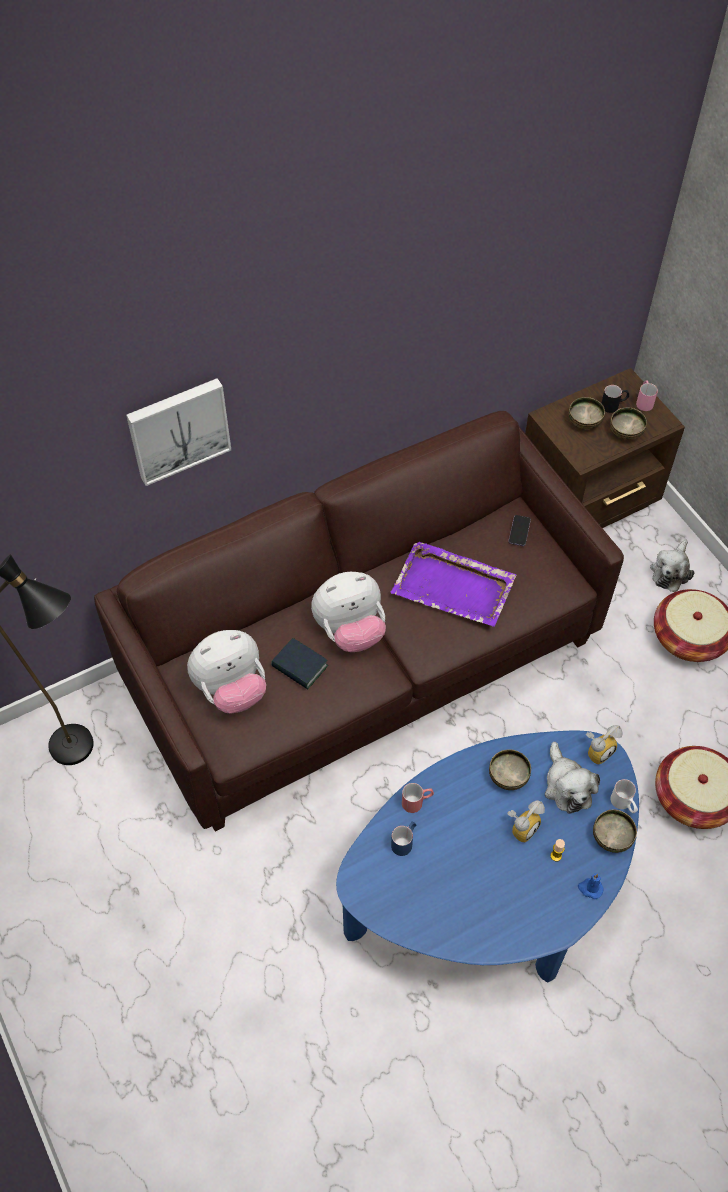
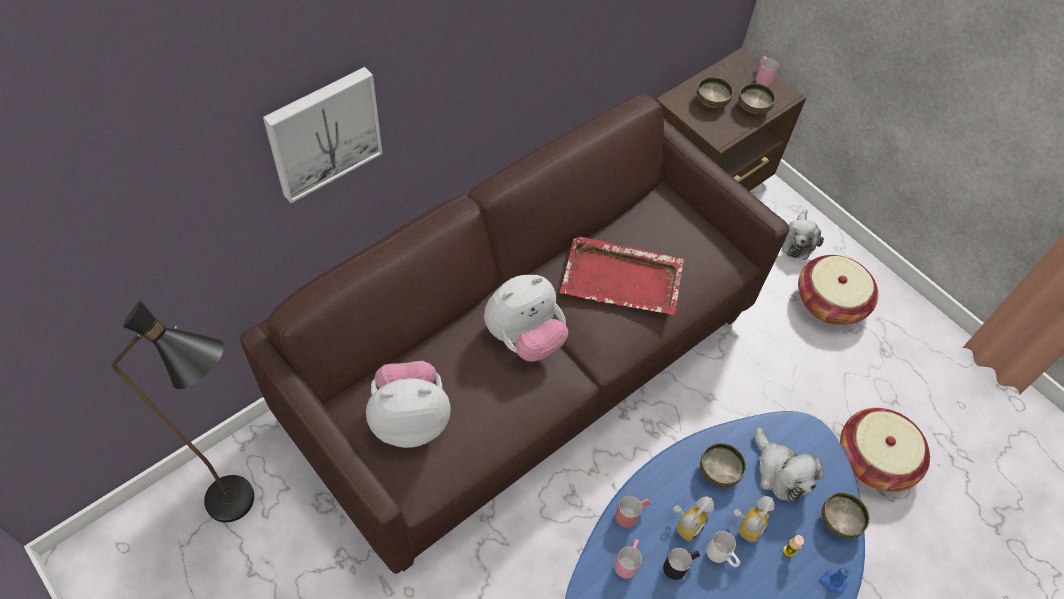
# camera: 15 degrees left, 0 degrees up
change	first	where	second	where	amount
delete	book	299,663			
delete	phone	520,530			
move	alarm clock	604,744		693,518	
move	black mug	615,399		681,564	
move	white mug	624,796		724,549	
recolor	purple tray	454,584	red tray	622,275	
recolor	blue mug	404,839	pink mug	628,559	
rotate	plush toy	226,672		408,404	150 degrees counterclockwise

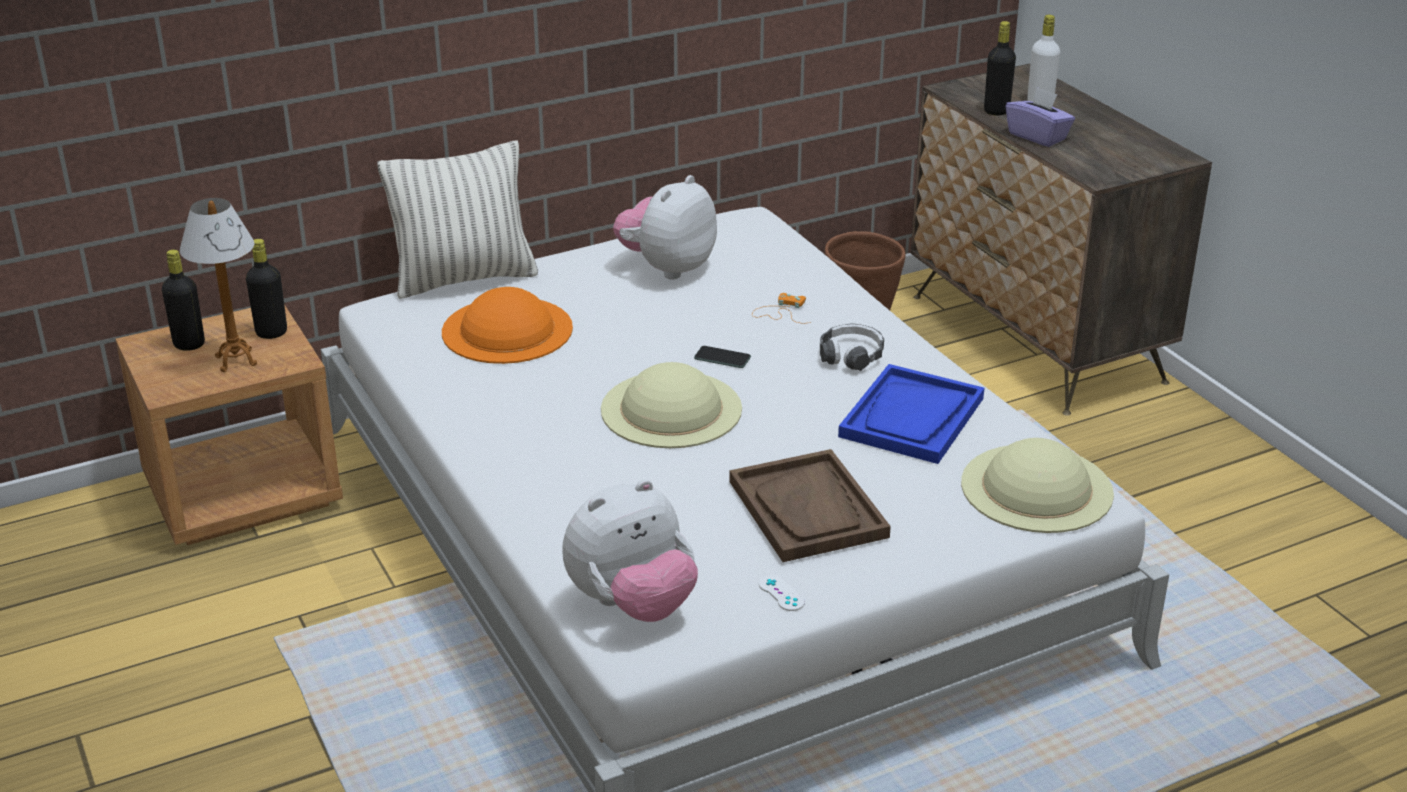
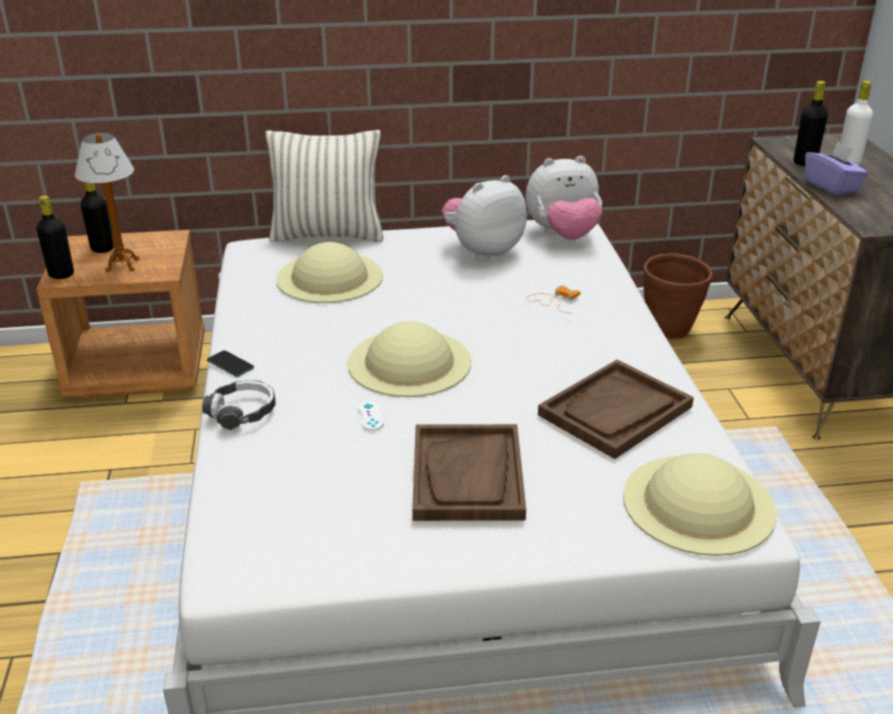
# camera: 20 degrees right, 0 degrees up
change	first	where	second	where	amount
move	black bottle	266,289		55,237	
move	plush toy	630,550		564,198	
move	phone	722,357		230,363	
move	white game controller	782,593		371,415	
move	headphones	852,347		239,405	
recolor	orange hat	507,325	beige hat	329,272	
recolor	blue tray	911,414	brown tray	616,409	

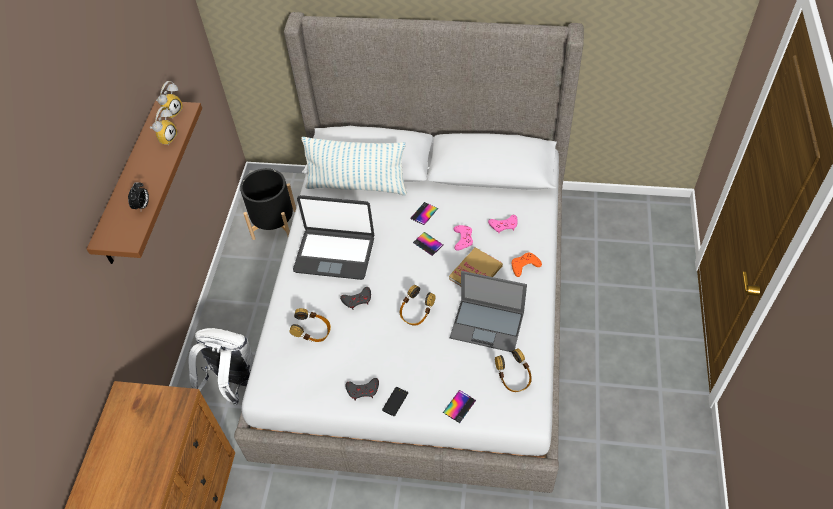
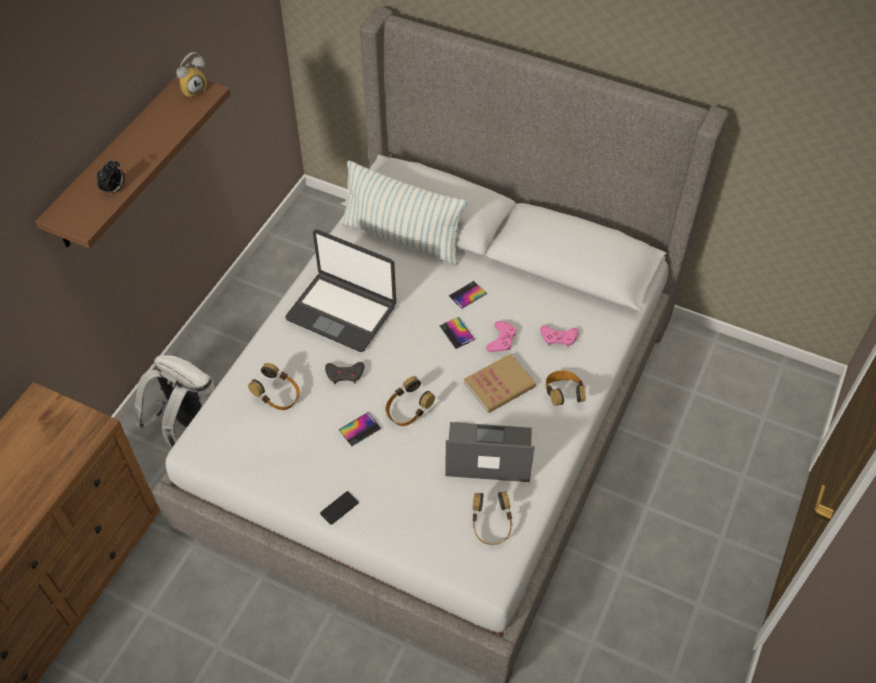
# camera: 15 degrees right, 0 degrees up
change	first	where	second	where	amount
delete	alarm clock	163,126			
delete	black planter	268,204			
delete	grey game controller	362,389			
move	phone	459,406		360,429	
replace	orange game controller	527,265	headphones	565,388	
rotate	laptop	488,311		490,452	150 degrees clockwise

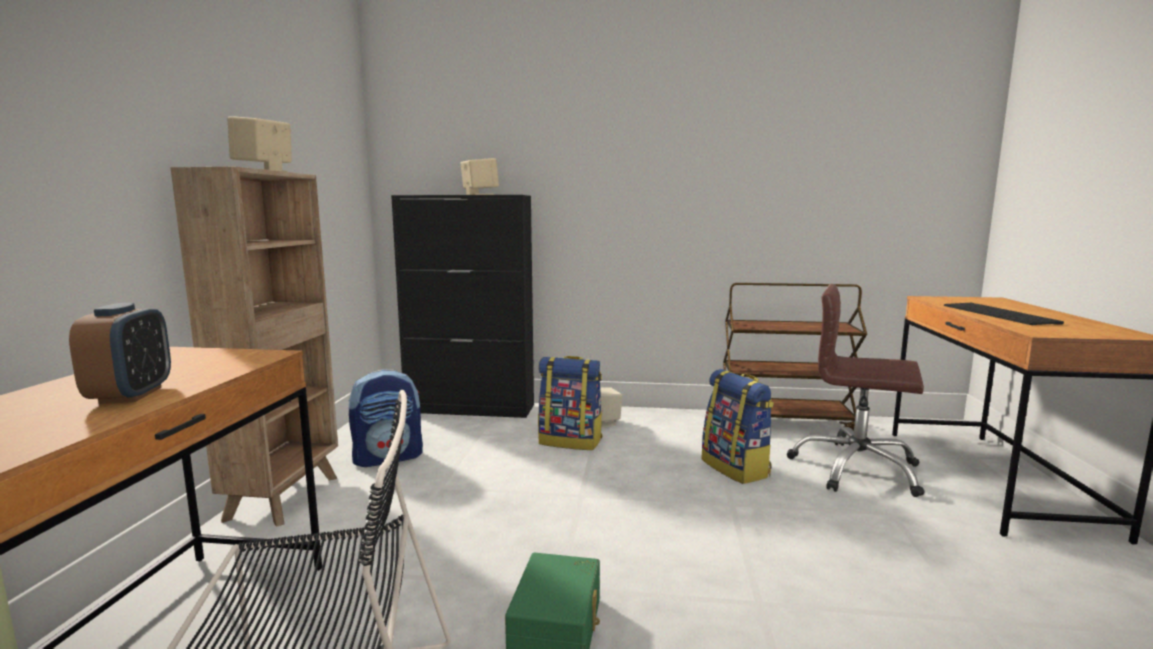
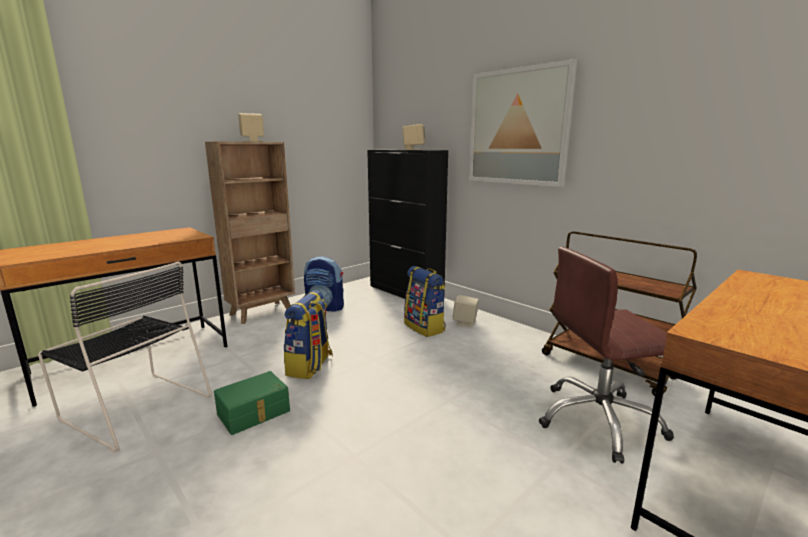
# camera: 40 degrees right, 5 degrees up
change	first	where	second	where	amount
delete	alarm clock	120,353			
delete	keyboard	1004,314			
insert			picture	523,123	
move	backpack	737,426		308,334	
rotate	brown office chair	856,390		606,355	75 degrees counterclockwise

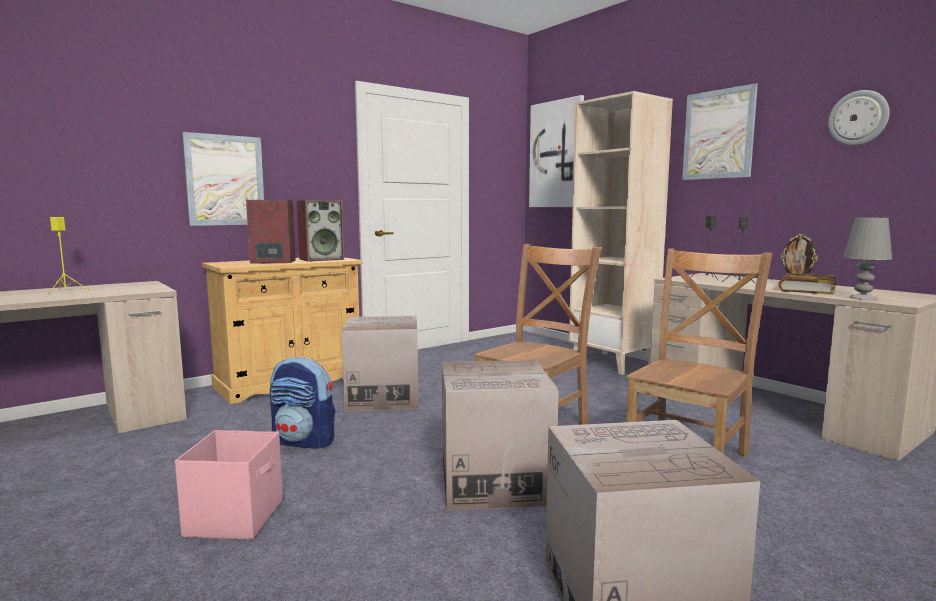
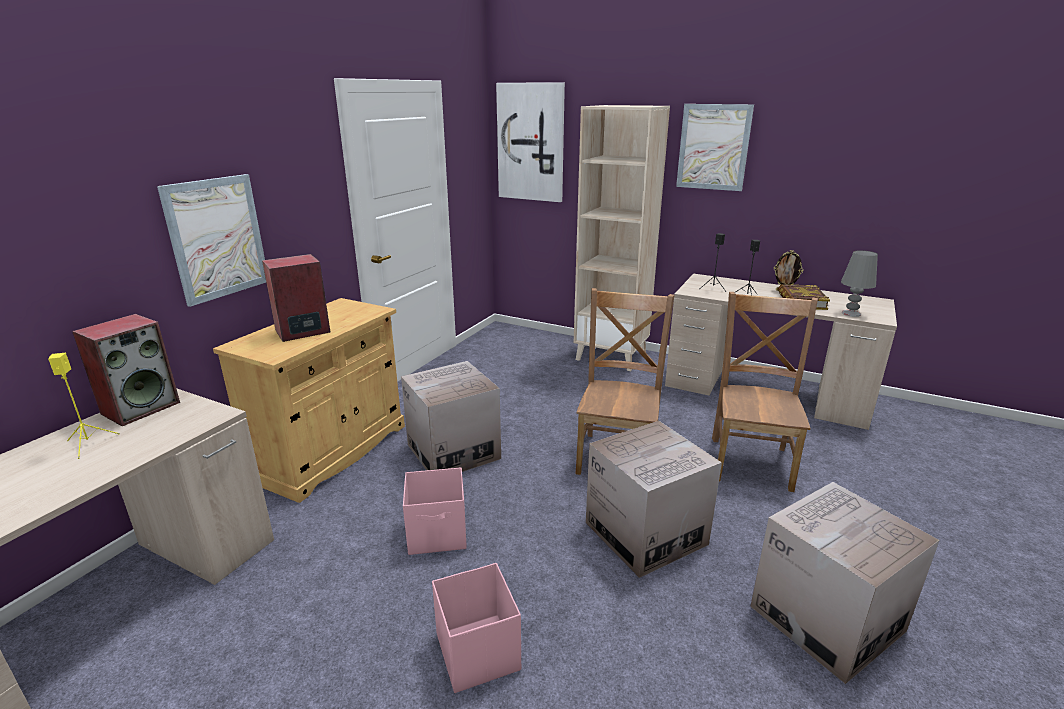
# camera: 25 degrees left, 15 degrees up
change	first	where	second	where	amount
delete	wall clock	859,118			
move	speaker	320,231		126,370	
replace	backpack	302,403	pink storage box	435,511	

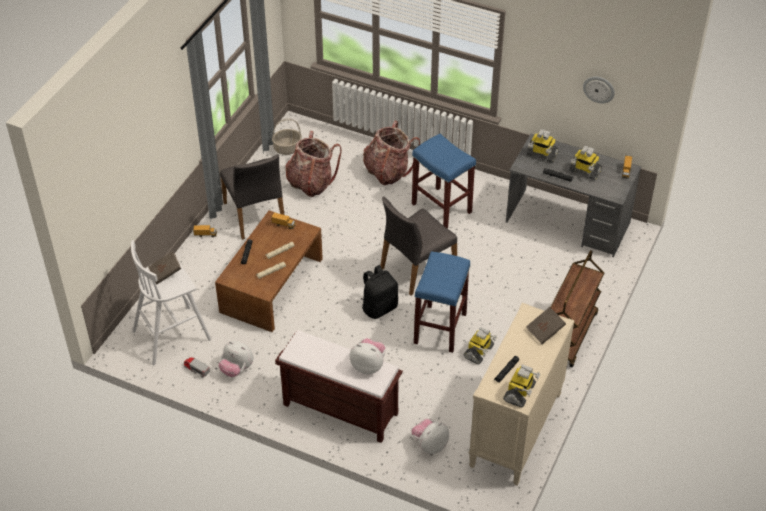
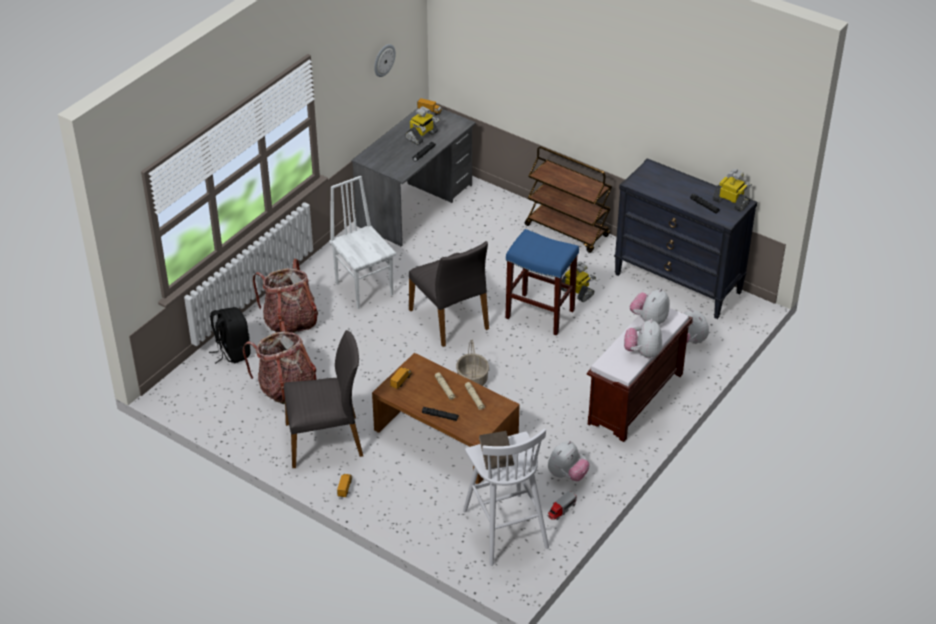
# camera: 80 degrees left, 5 degrees down
change	first	where	second	where	amount
delete	toy robot	542,146			
delete	brown book	546,325			
insert			plush toy	643,338	
move	basket	287,137		472,363	
move	black backpack	379,292		229,335	
replace	blue stool	444,181	white chair	362,242	
recolor	beige dresser	522,394	black dresser	685,238	

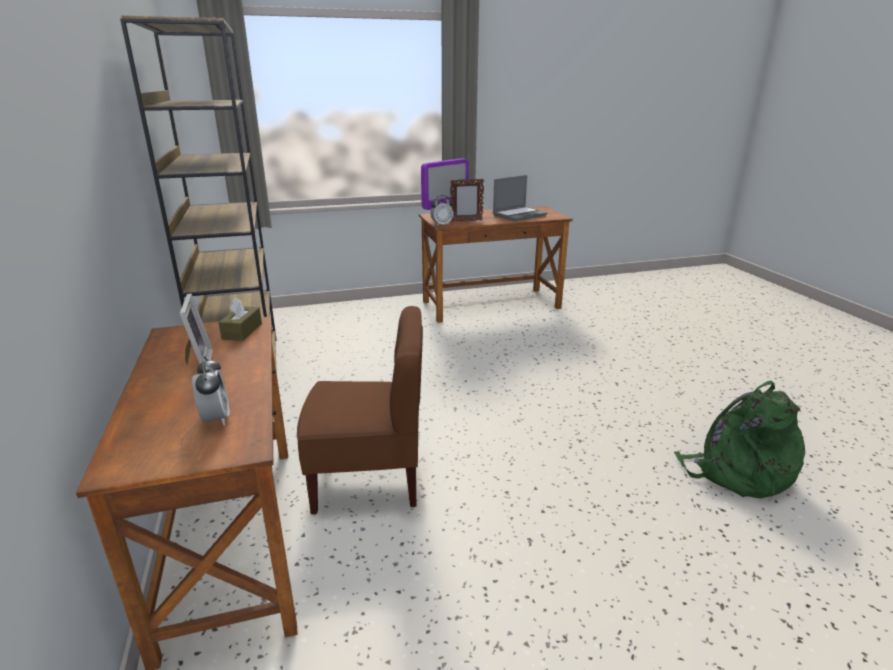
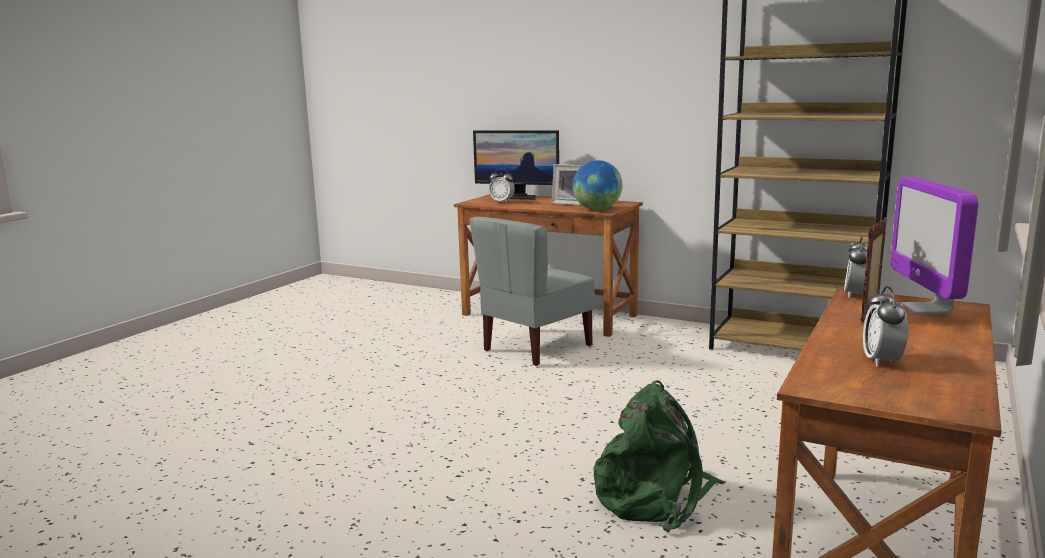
# camera: 135 degrees right, 10 degrees down
change	first	where	second	where	amount
insert			monitor	516,165	
move	green backpack	739,439		659,456	
replace	brown tissue box	240,319	globe	598,185	
replace	laptop	520,198	alarm clock	885,326	
recolor	brown chair	360,410	grey chair	532,291	

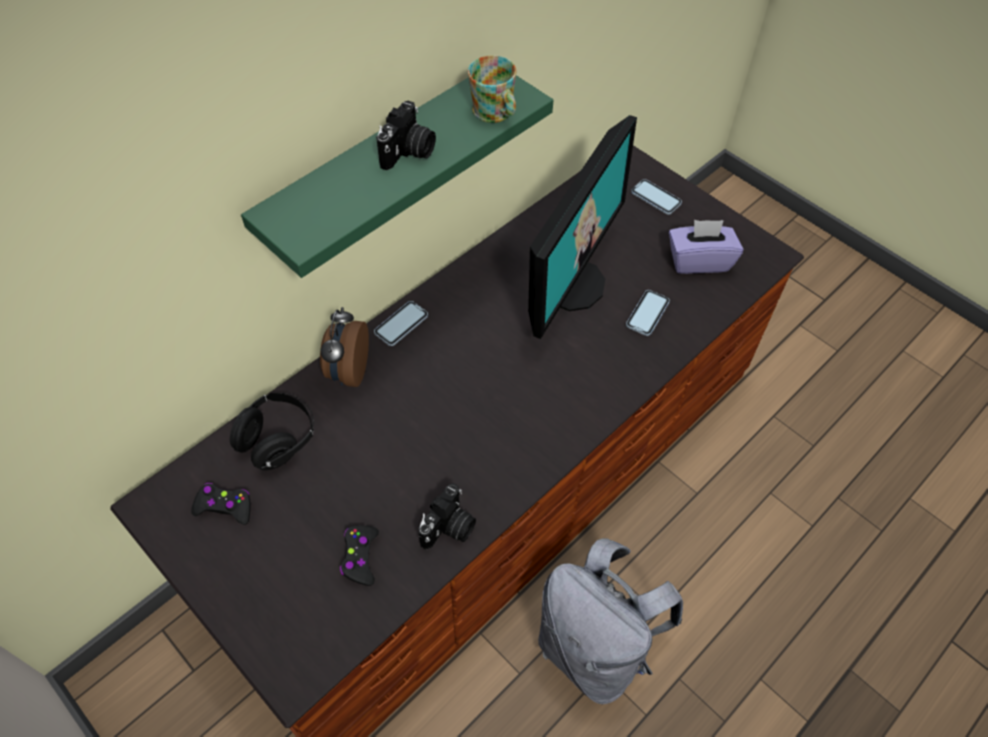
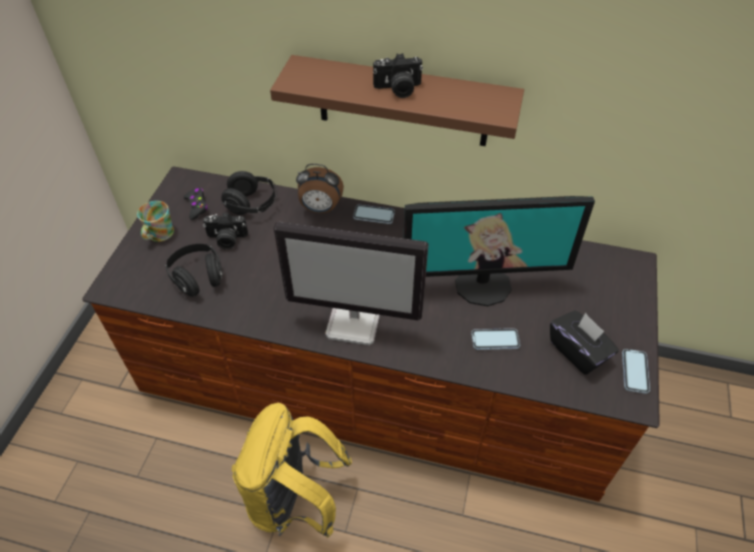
# camera: 60 degrees right, 5 degrees down
change	first	where	second	where	amount
insert			monitor	351,284	
move	photo camera	447,516		225,231	
move	mug	492,89		155,221	
move	phone	656,197		636,371	
replace	black game controller	359,556	black headphones	194,270	
recolor	green shelf	397,176	brown shelf	397,100	
recolor	grey backpack	610,621	yellow backpack	292,470	
recolor	purple tissue box	706,247	black tissue box	584,342	
rotate	alarm clock	344,347		320,188	150 degrees counterclockwise

